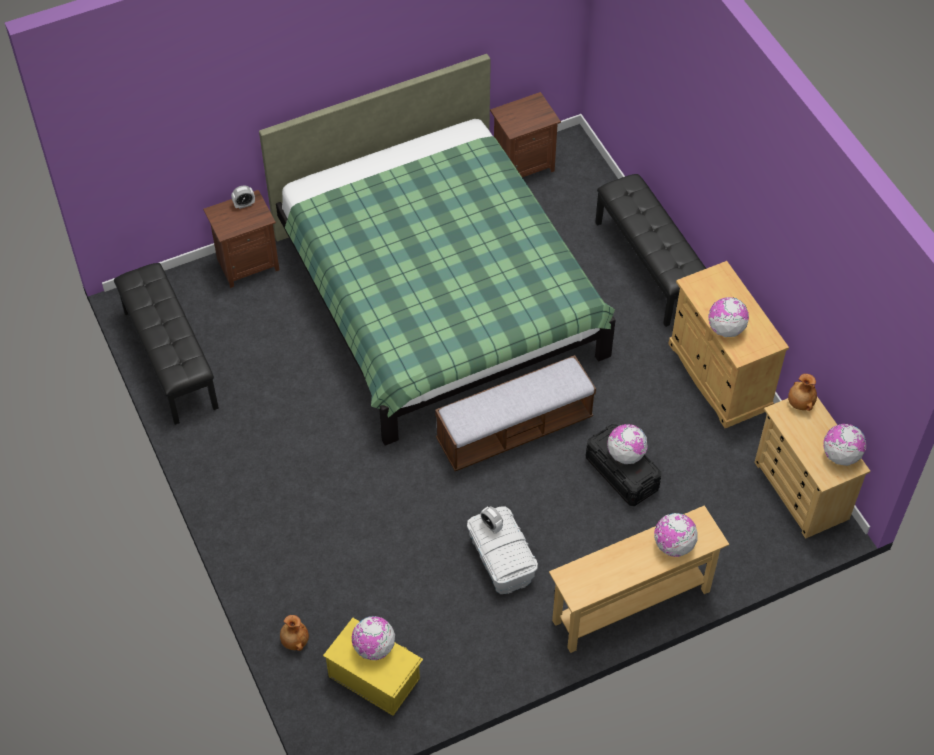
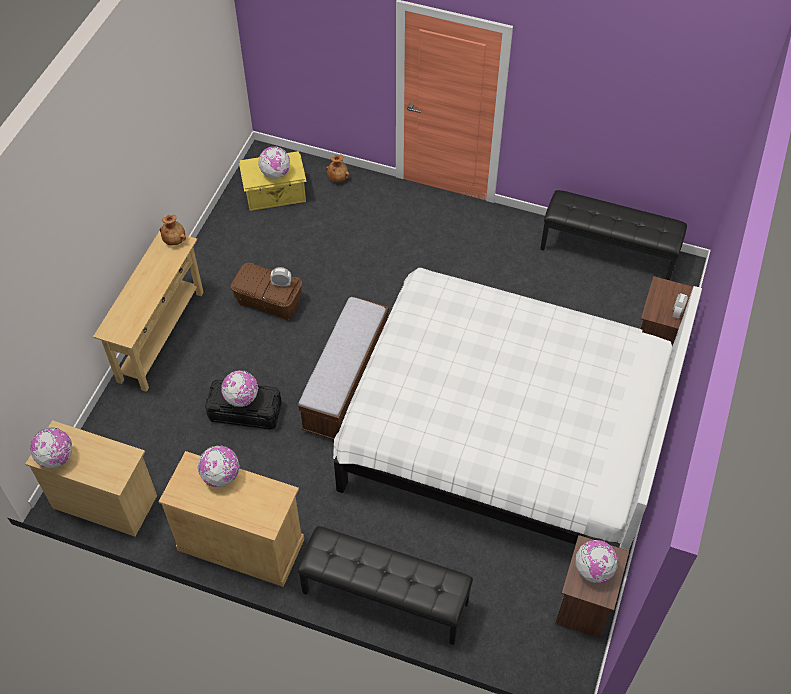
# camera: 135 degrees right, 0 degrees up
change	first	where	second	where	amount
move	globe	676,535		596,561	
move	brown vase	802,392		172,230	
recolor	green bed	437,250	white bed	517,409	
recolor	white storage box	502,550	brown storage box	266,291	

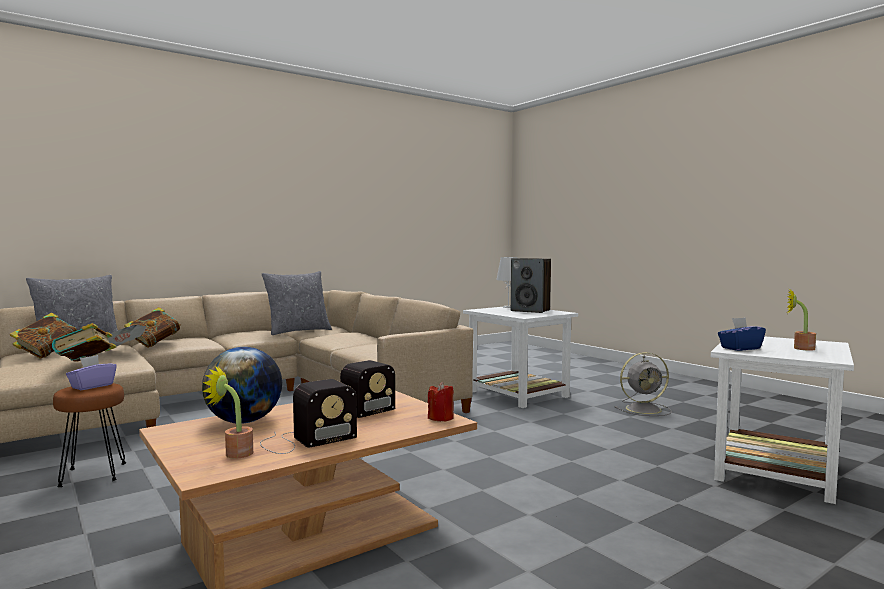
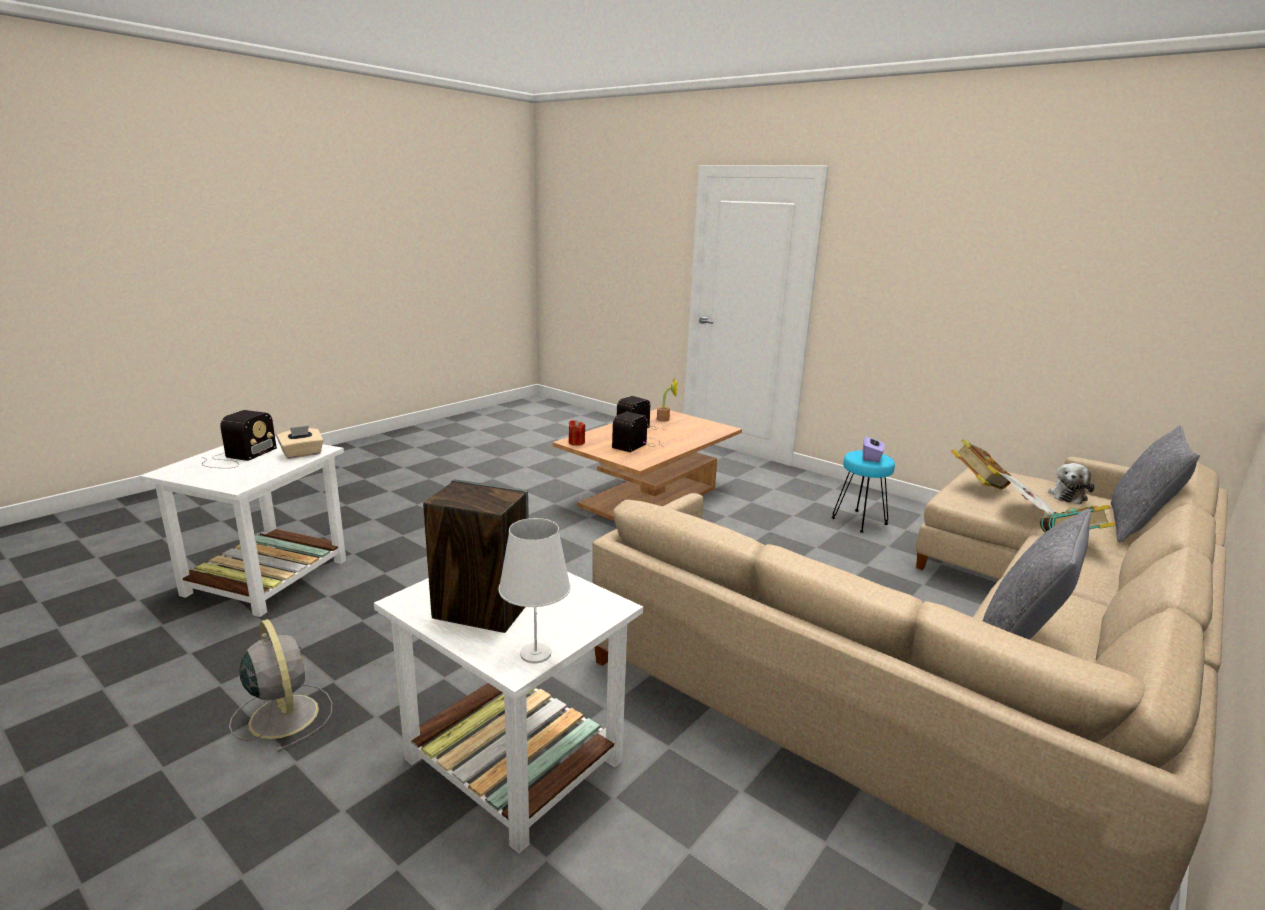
# camera: 165 degrees right, 15 degrees up
change	first	where	second	where	amount
delete	globe	242,385			
replace	book	43,336	plush toy	1071,483	
replace	potted plant	801,320	radio	239,439	
recolor	brown stool	89,435	turquoise stool	863,491	
recolor	blue tissue box	742,334	beige tissue box	300,442	
rotate	grey fan	643,384		281,685	75 degrees clockwise

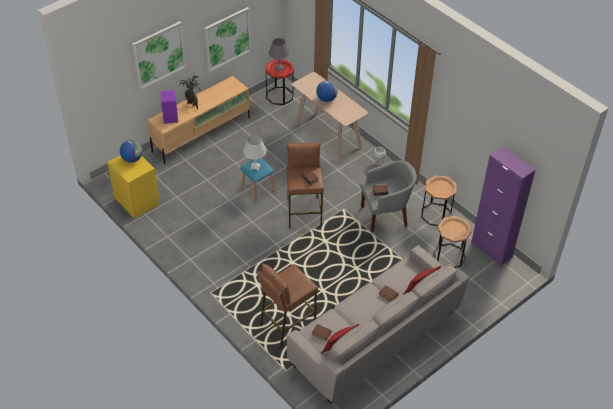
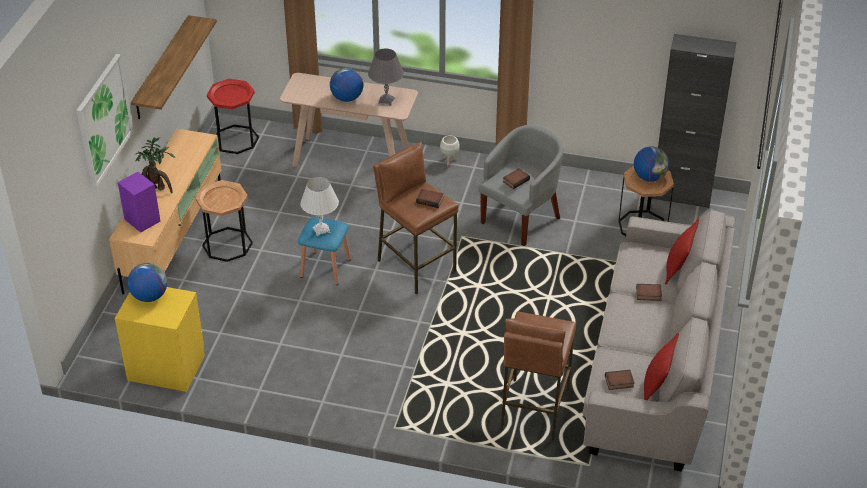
# camera: 35 degrees left, 5 degrees down
change	first	where	second	where	amount
insert			globe	651,164	
move	grey table lamp	279,55		386,77	
move	brown side table	439,200		224,221	
replace	picture	227,39	shelf	174,67	
recolor	purple cabinet	503,206	black cabinet	694,121	

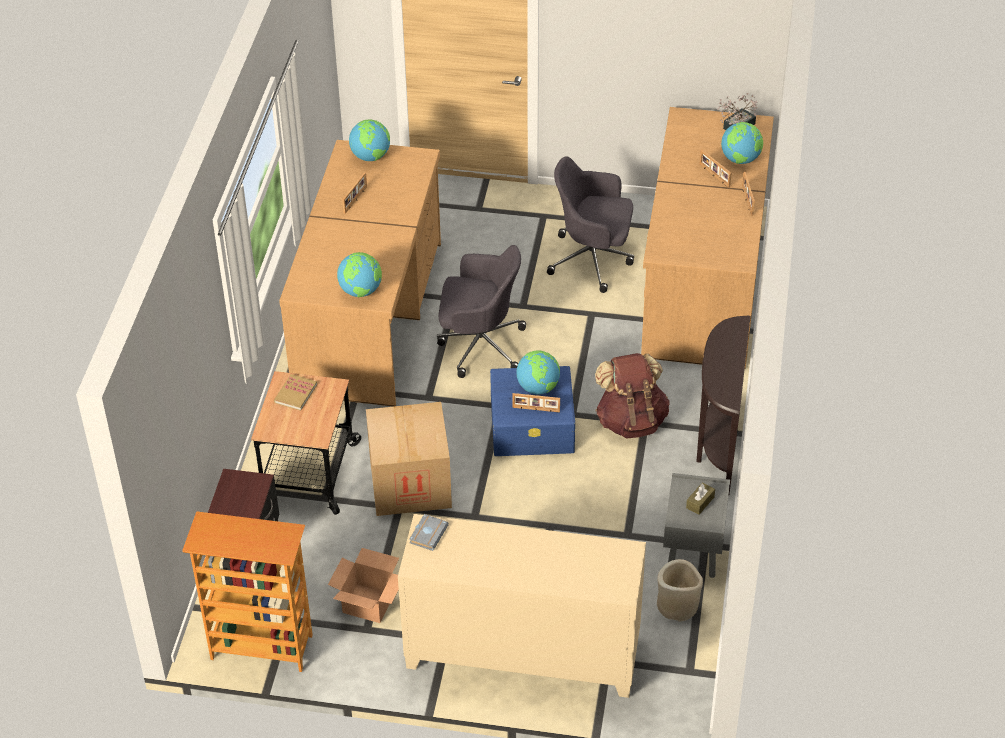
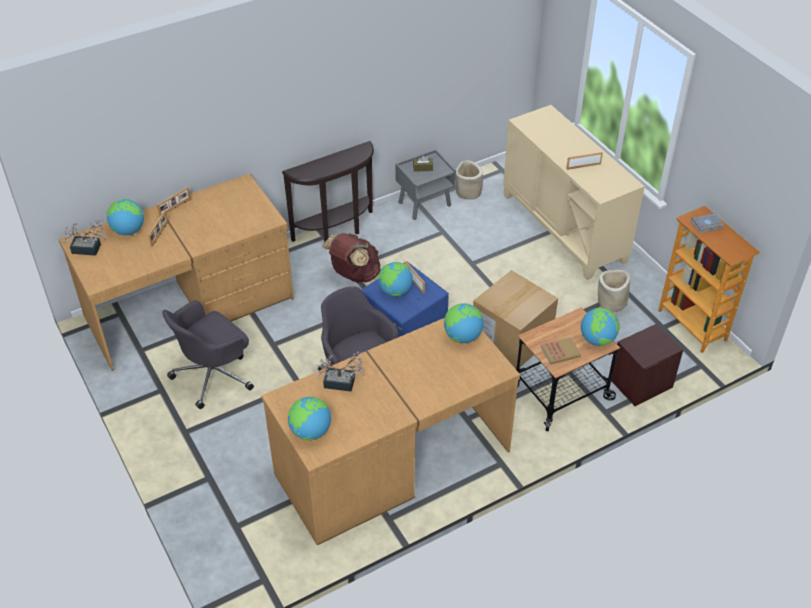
# camera: 130 degrees left, 0 degrees up
change	first	where	second	where	amount
insert			potted plant	340,371	
insert			globe	600,327	
move	picture frame	354,193		584,161	
move	grey book	429,532		707,223	
replace	cardboard box	363,585	beige planter	614,291	
rotate	grey office chair	590,224		208,354	75 degrees clockwise

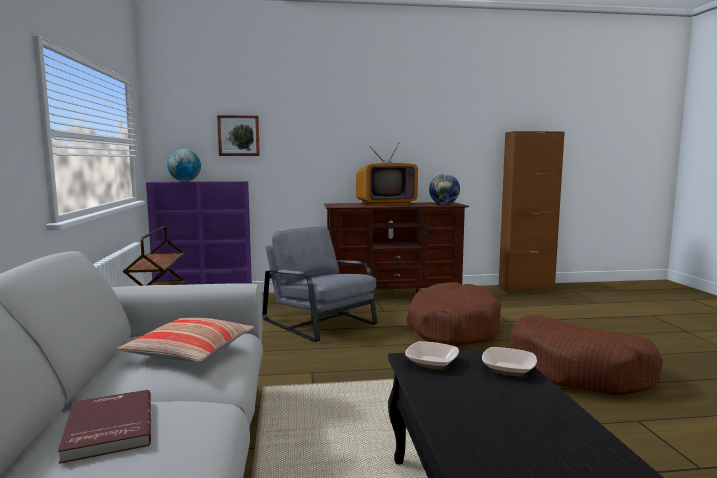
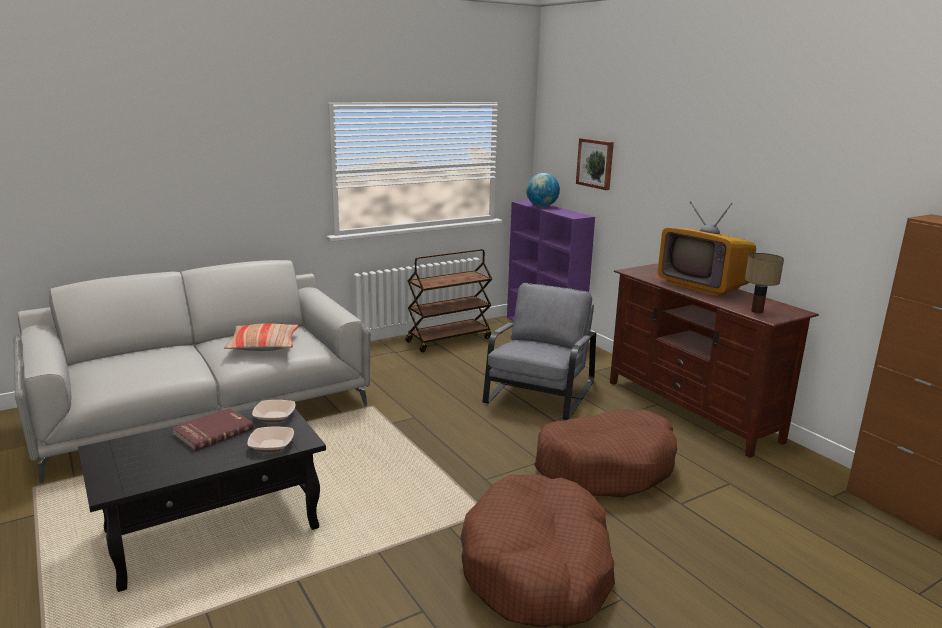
# camera: 65 degrees right, 10 degrees up
change	first	where	second	where	amount
move	red book	104,427		213,429	
replace	globe	444,189	table lamp	764,283	

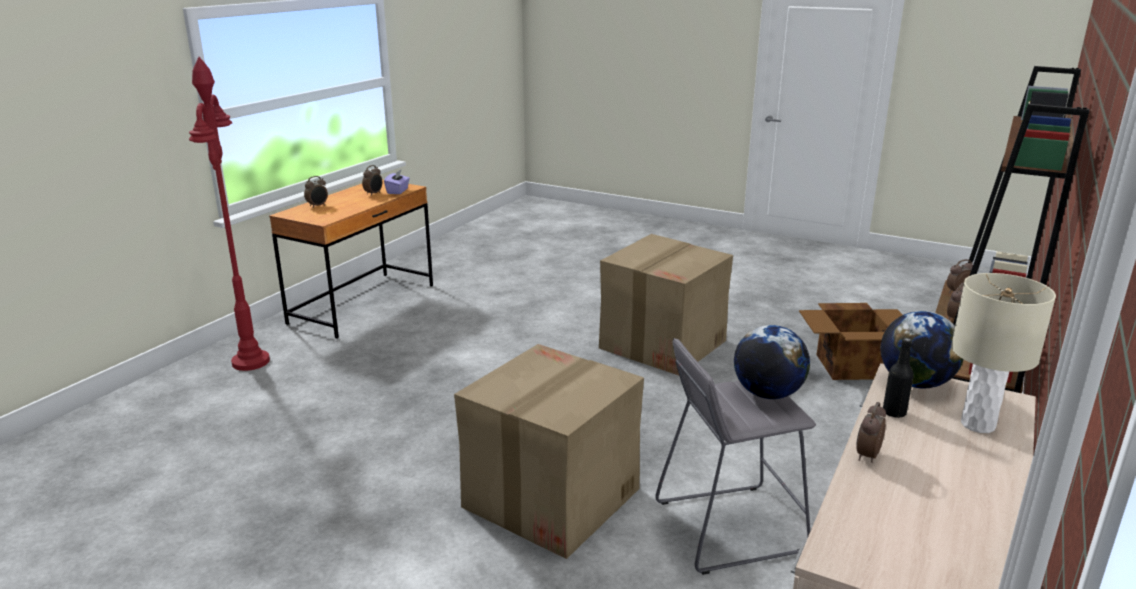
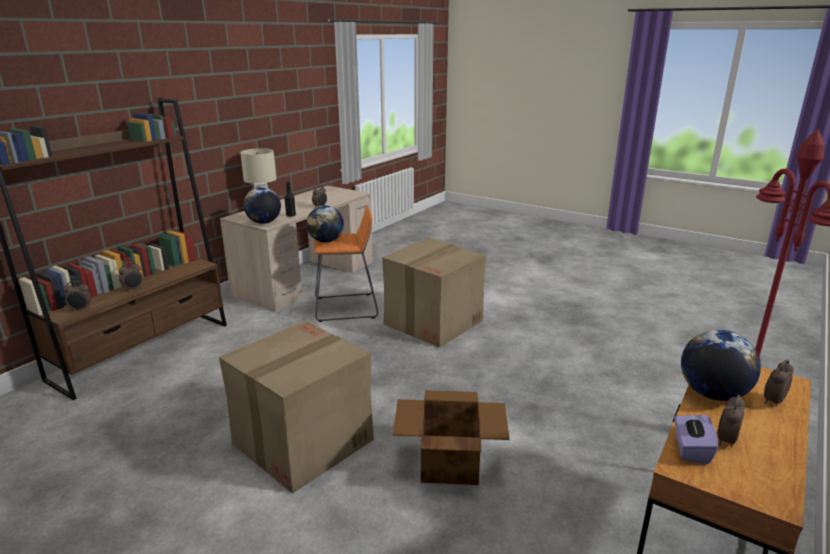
# camera: 175 degrees left, 0 degrees up
change	first	where	second	where	amount
insert			globe	721,365	
move	cardboard box	851,341		451,437	
recolor	grey stool	735,456	orange stool	346,263	

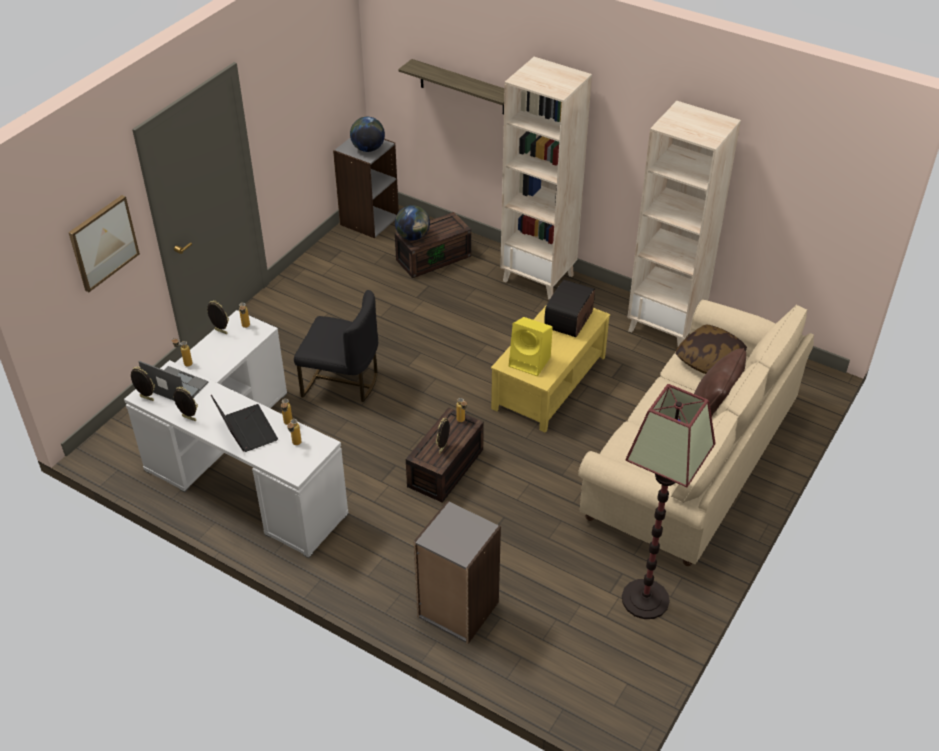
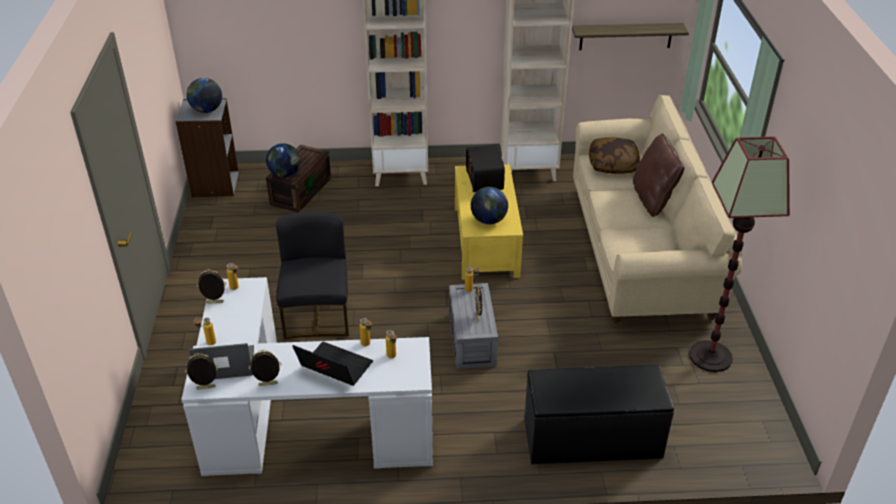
# camera: 35 degrees left, 5 degrees down
change	first	where	second	where	amount
delete	picture	104,243			
move	shelf	451,86		630,36	
replace	grey bookcase	457,572	black bench	599,414	
replace	yellow speaker	531,346	globe	489,205	
recolor	brown storage box	445,455	grey storage box	473,326	
rotate	black chair	336,346		312,275	75 degrees counterclockwise

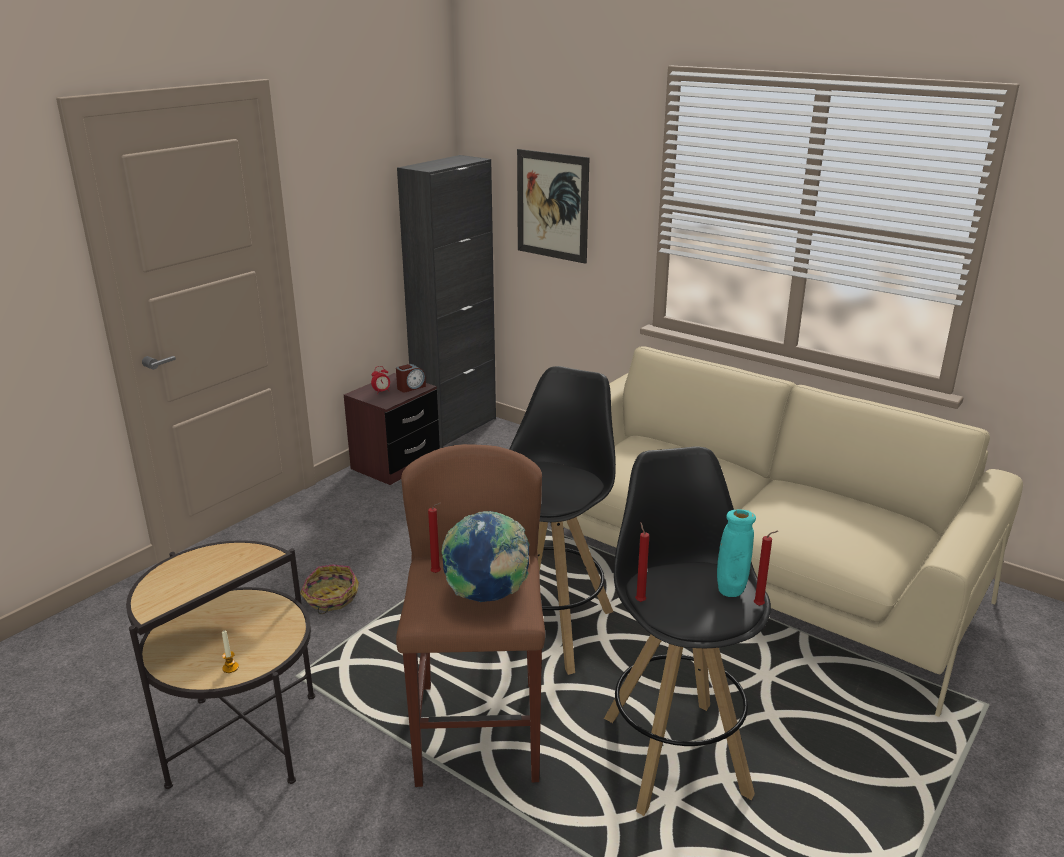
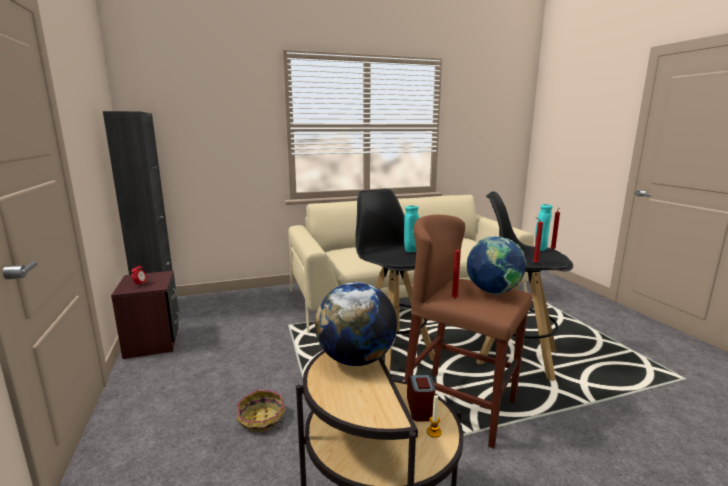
# camera: 55 degrees left, 10 degrees down
change	first	where	second	where	amount
delete	picture	553,206			
insert			globe	356,324	
insert			turquoise vase	411,229	
move	alarm clock	411,378		421,398	

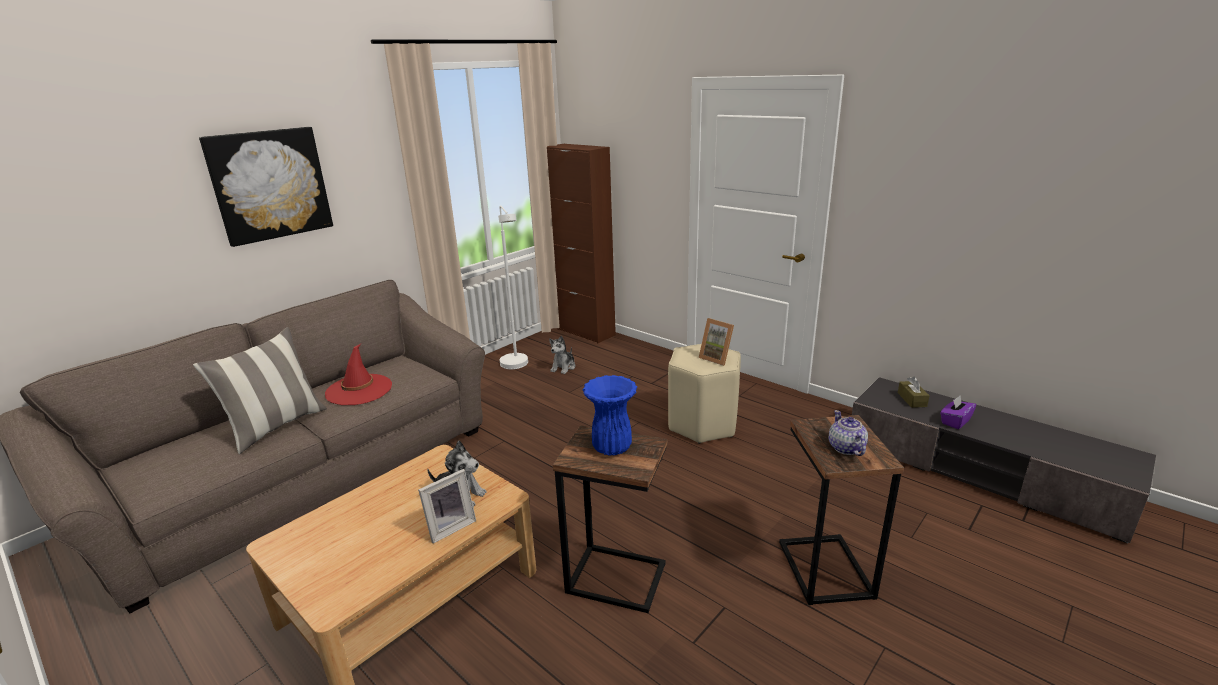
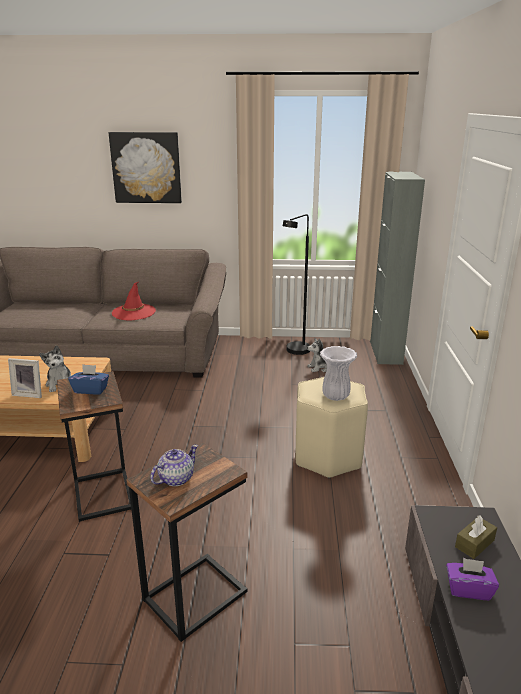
# camera: 50 degrees right, 0 degrees up
change	first	where	second	where	amount
delete	pillow	260,390			
replace	blue vase	610,415	blue tissue box	88,379	
replace	picture frame	716,342	white vase	338,373	
recolor	white floor lamp	513,287	black floor lamp	296,284	
recolor	brown cabinet	581,243	grey cabinet	397,268	

